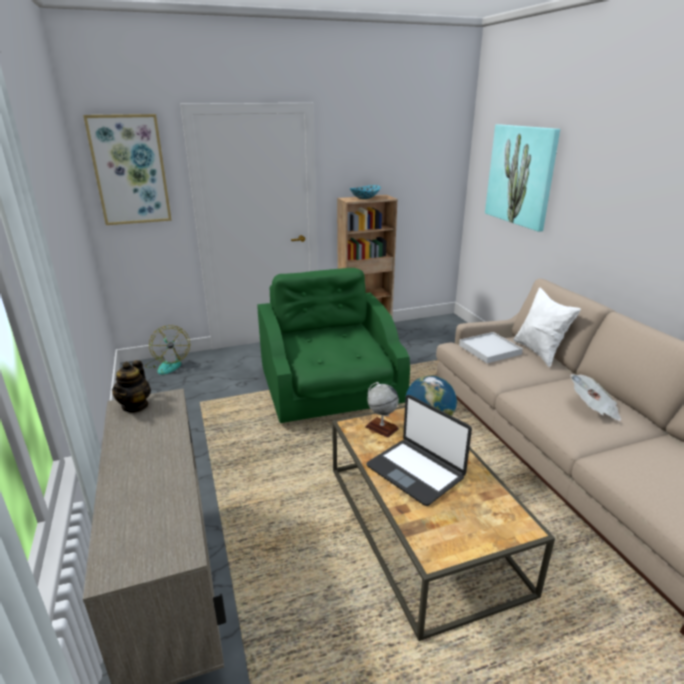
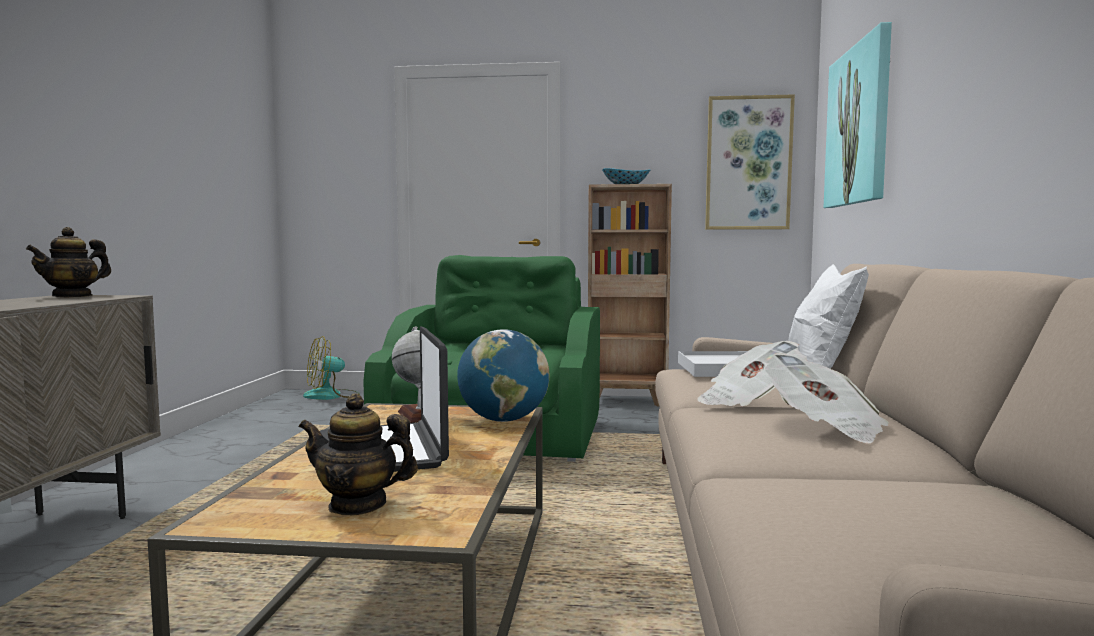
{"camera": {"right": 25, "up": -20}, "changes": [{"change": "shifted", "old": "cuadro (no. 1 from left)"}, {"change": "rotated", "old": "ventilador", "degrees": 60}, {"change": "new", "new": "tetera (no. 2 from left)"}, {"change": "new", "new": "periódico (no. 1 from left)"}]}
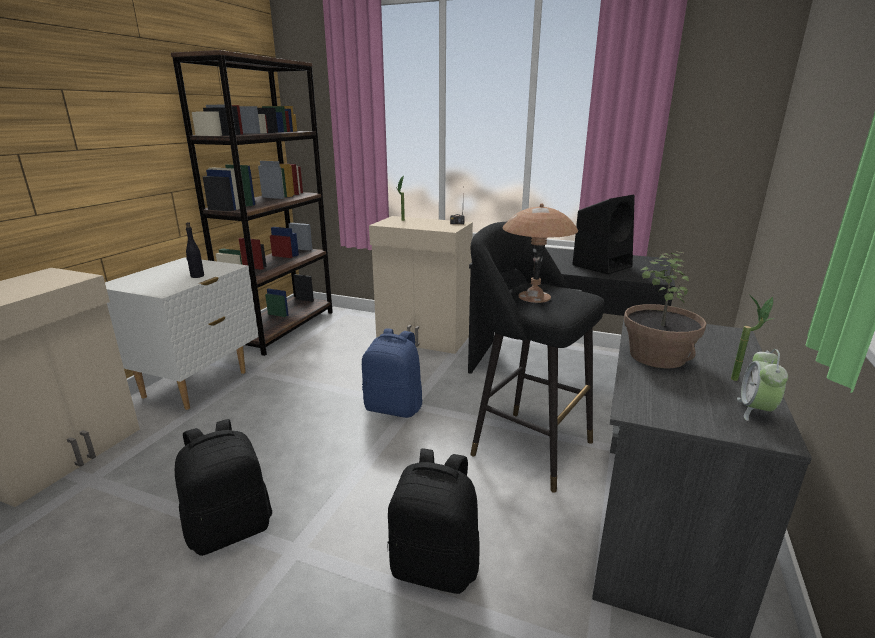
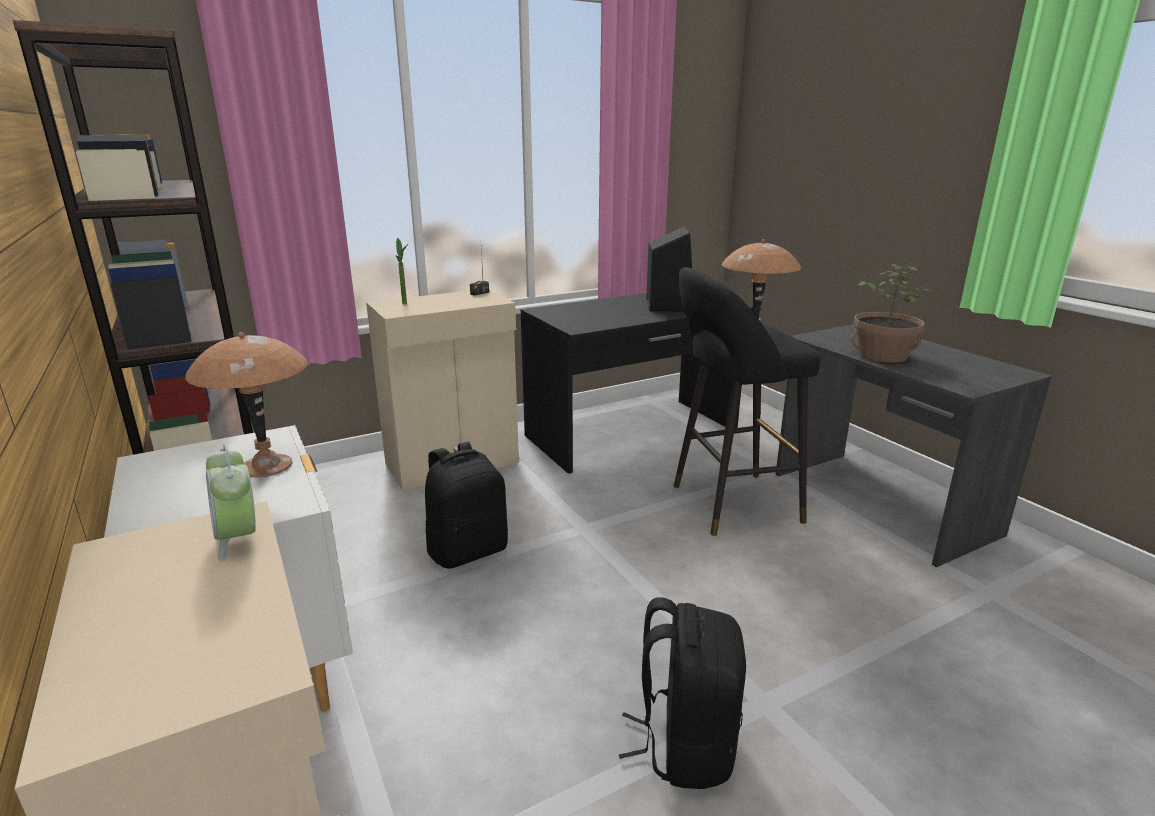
{"camera": {"right": -50, "up": 0}, "changes": [{"change": "swapped", "old": "botella [negro]", "new": "lámpara de mesa [marrón] (no. 1 from left)"}, {"change": "gone", "old": "mochila [azul]"}, {"change": "shifted", "old": "mochila [negro] (no. 2 from left in the first image)", "new": "mochila [negro] (no. 1 from left)"}, {"change": "gone", "old": "planta en maceta (no. 3 from left)"}, {"change": "shifted", "old": "despertador"}]}
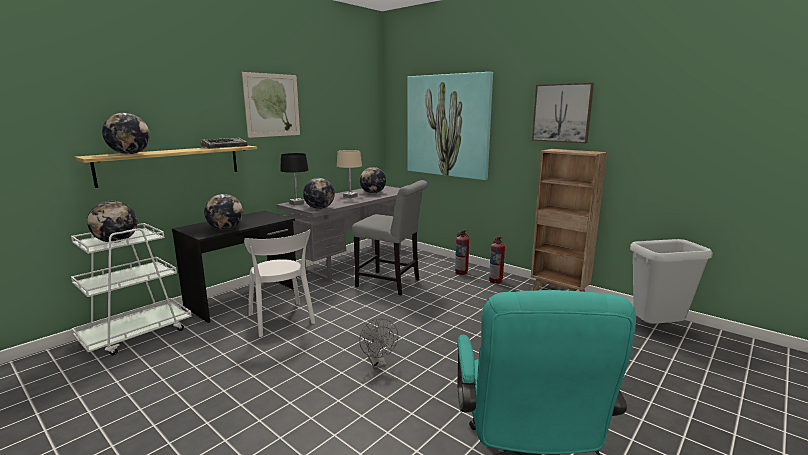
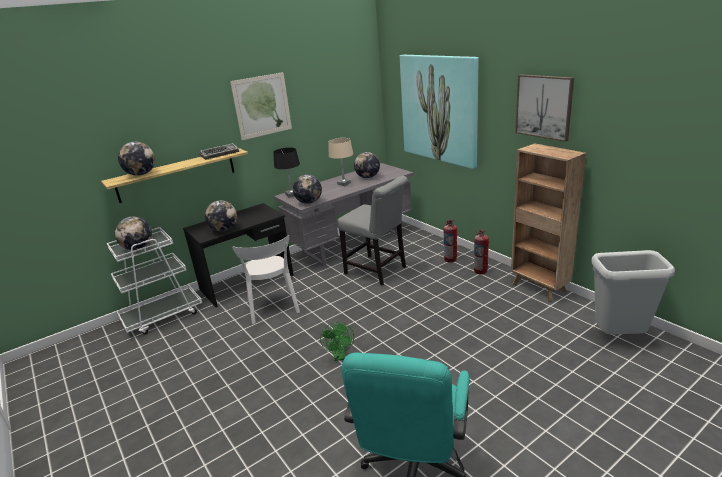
{"camera": {"right": 15, "up": 10}, "changes": [{"change": "repainted", "old": "ventilador [gris]", "new": "ventilador [verde]"}]}
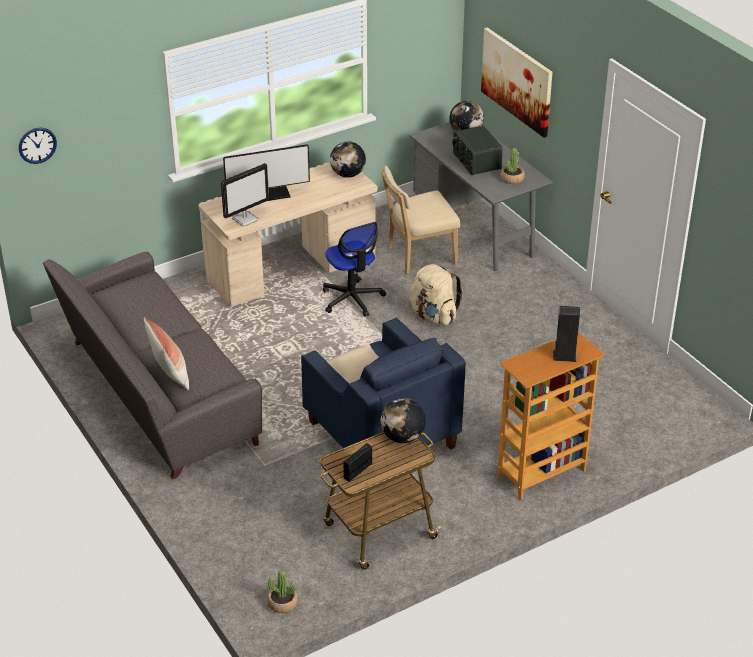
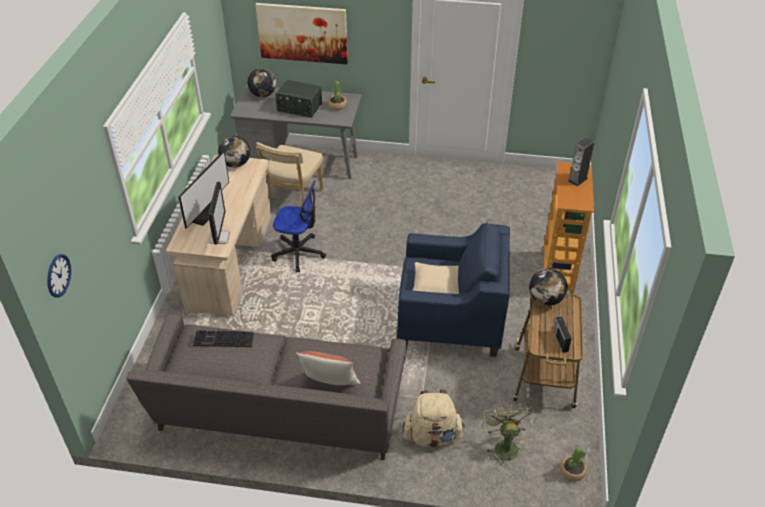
{"camera": {"right": -50, "up": 5}, "changes": [{"change": "shifted", "old": "mochila [beis]"}, {"change": "new", "new": "teclado"}, {"change": "new", "new": "ventilador [verde]"}]}
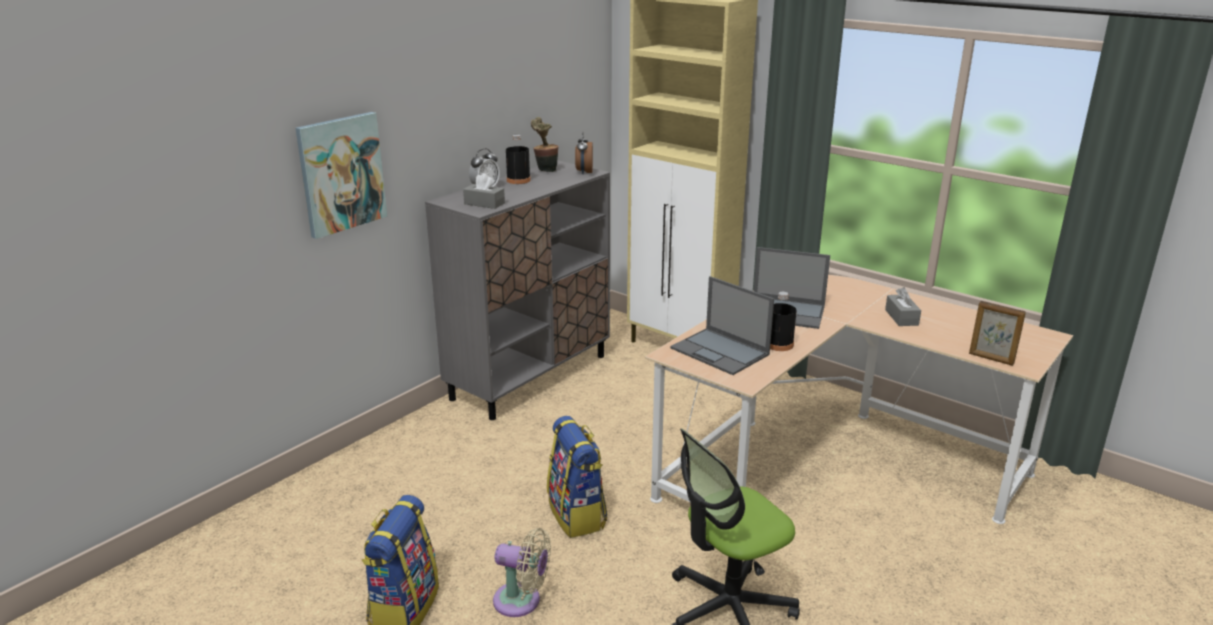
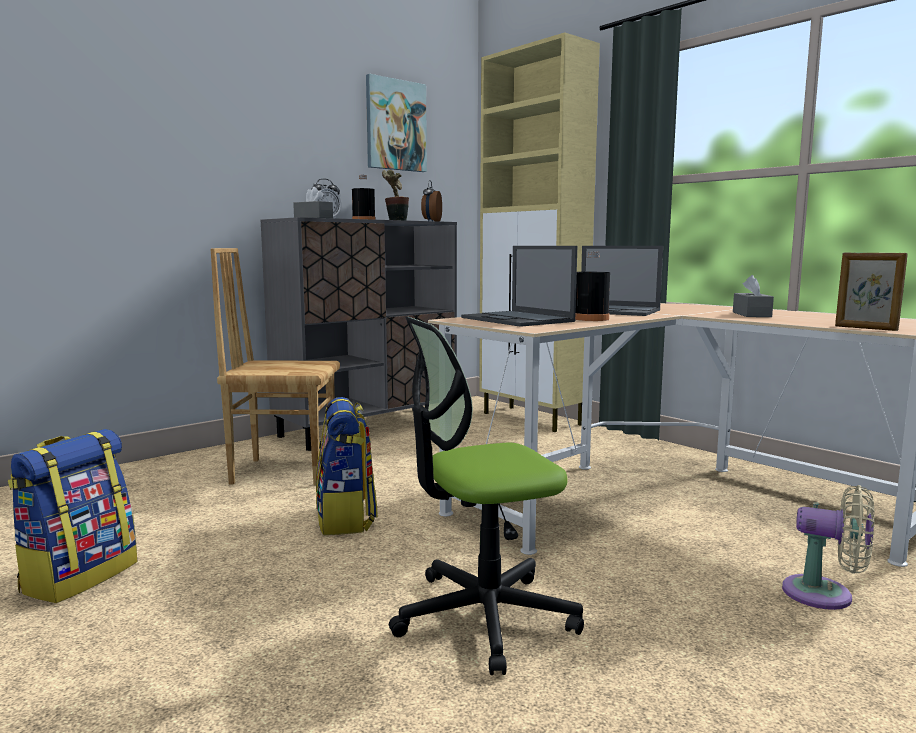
{"camera": {"right": 10, "up": -15}, "changes": [{"change": "shifted", "old": "cuadro"}, {"change": "shifted", "old": "ventilador [beis]"}, {"change": "new", "new": "silla [marrón]"}]}
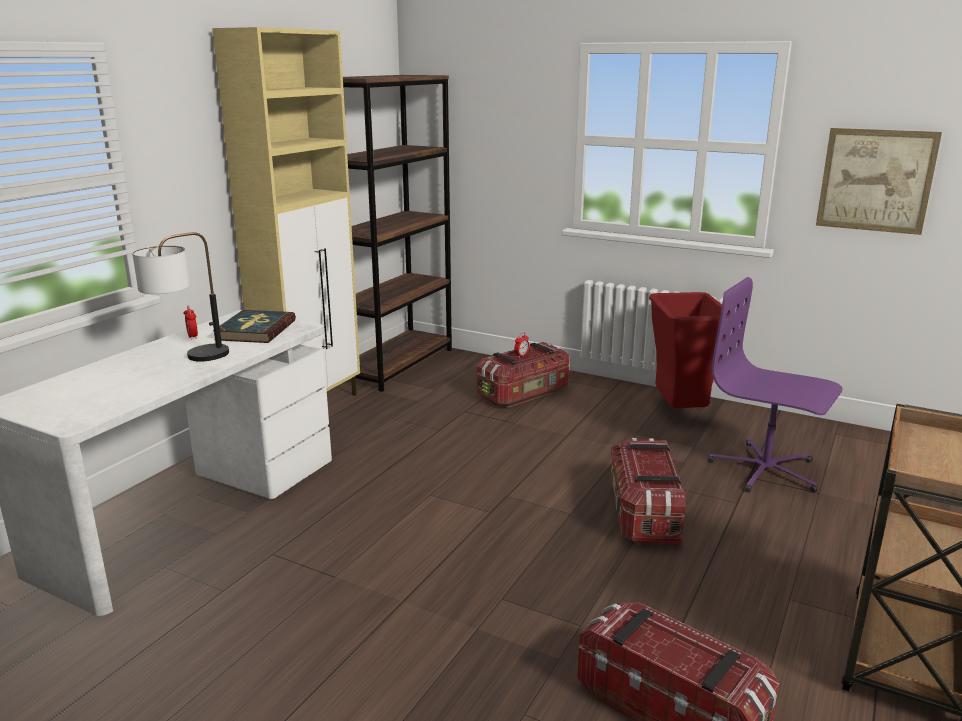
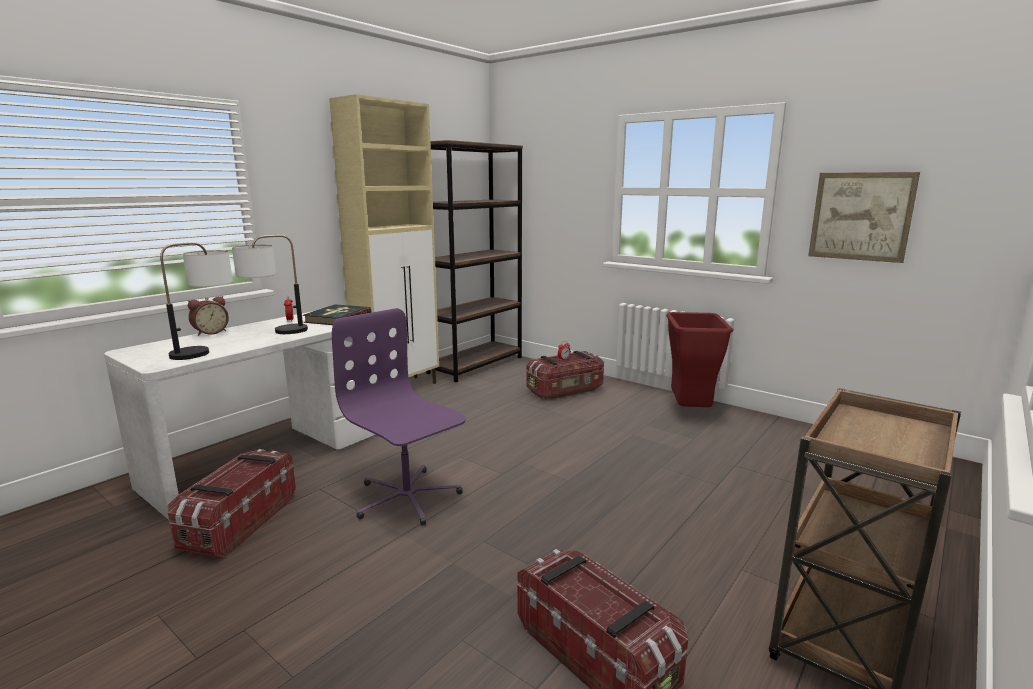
{"camera": {"right": 10, "up": -5}, "changes": [{"change": "shifted", "old": "caja de almacenaje (no. 2 from left in the first image)", "new": "caja de almacenaje (no. 1 from left)"}, {"change": "shifted", "old": "silla de oficina [morado]"}, {"change": "new", "new": "lámpara de mesa (no. 1 from left)"}, {"change": "new", "new": "despertador (no. 1 from left)"}]}
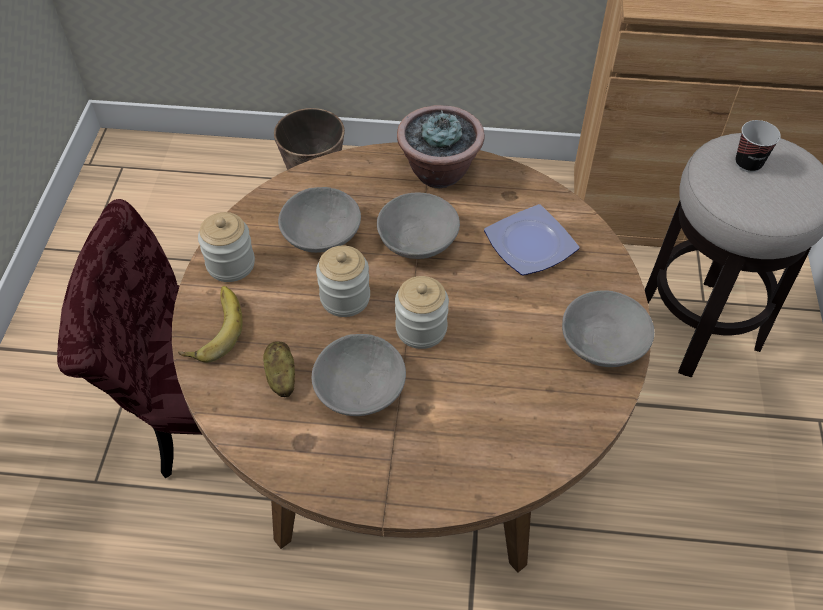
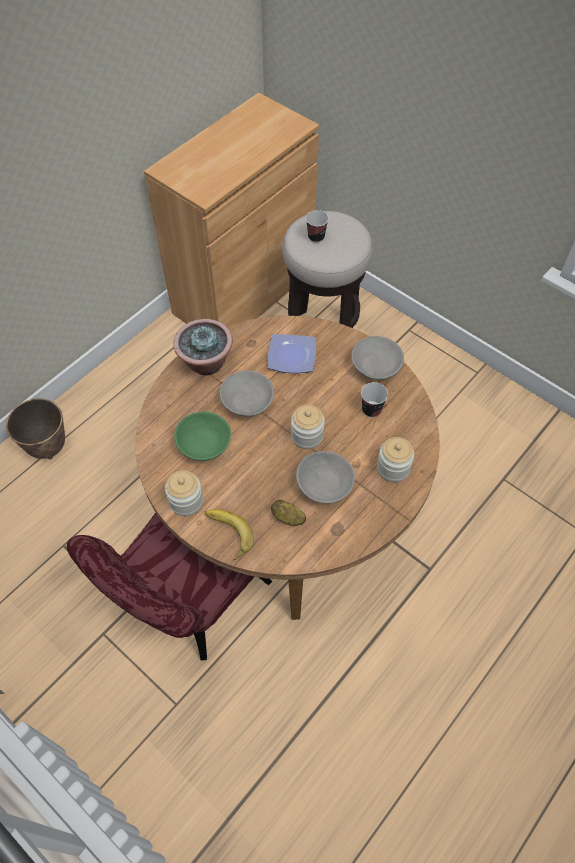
{"camera": {"right": -55, "up": 5}, "changes": [{"change": "repainted", "old": "cuenco [gris] (no. 1 from left)", "new": "cuenco [verde]"}, {"change": "shifted", "old": "tarro (no. 2 from left in the first image)", "new": "tarro (no. 3 from left)"}, {"change": "new", "new": "taza (no. 2 from left)"}]}
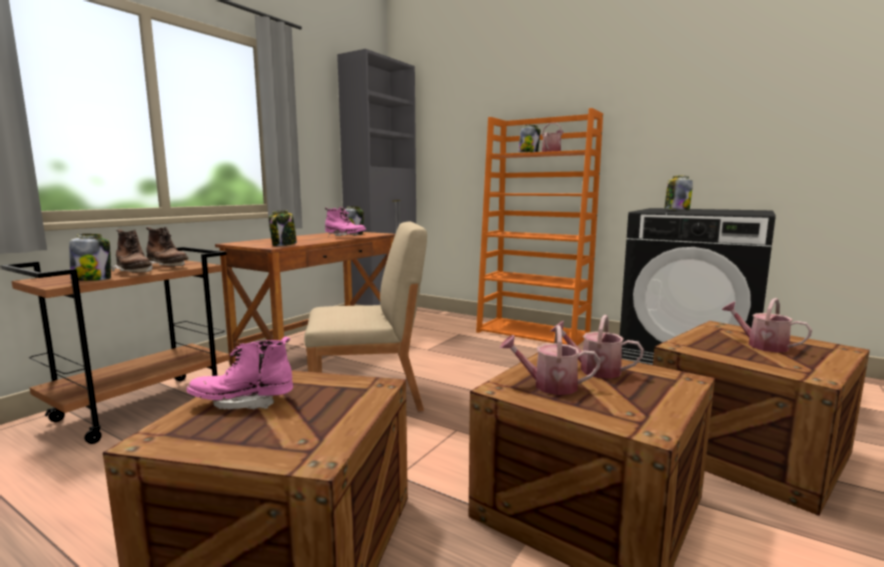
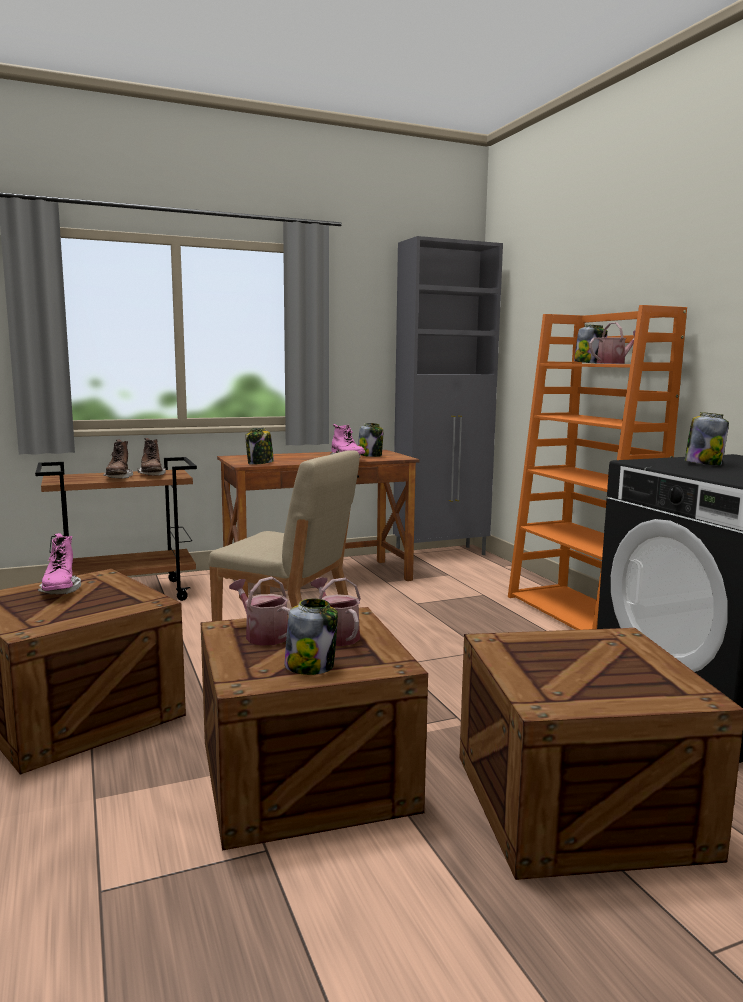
{"camera": {"right": 35, "up": 0}, "changes": [{"change": "shifted", "old": "tarro (no. 1 from left in the first image)", "new": "tarro (no. 2 from left)"}, {"change": "rotated", "old": "bota [rosa] (no. 1 from left)", "degrees": -135}, {"change": "gone", "old": "regadera (no. 4 from left)"}]}
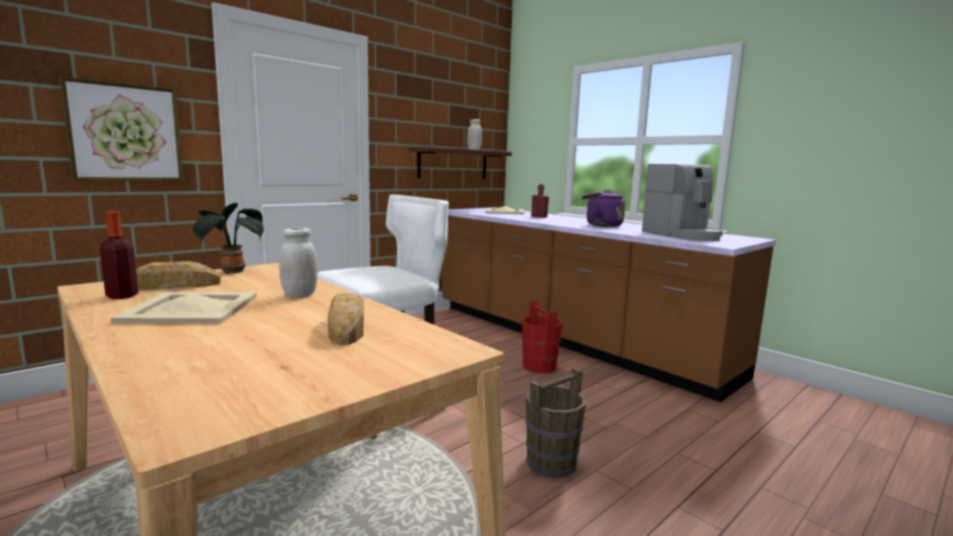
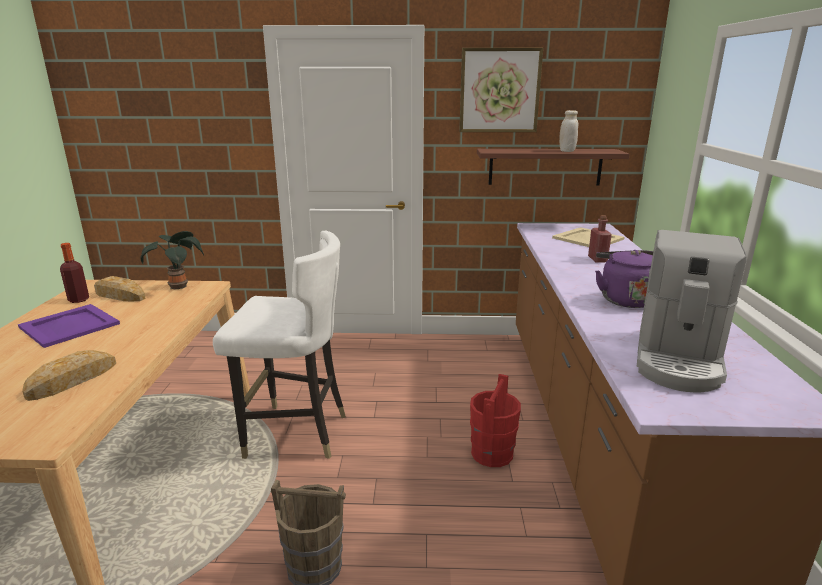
{"camera": {"right": 45, "up": 10}, "changes": [{"change": "shifted", "old": "cuadro"}, {"change": "repainted", "old": "bandeja [beis] (no. 1 from left)", "new": "bandeja [morado]"}, {"change": "gone", "old": "tarro [blanco] (no. 1 from left)"}]}
